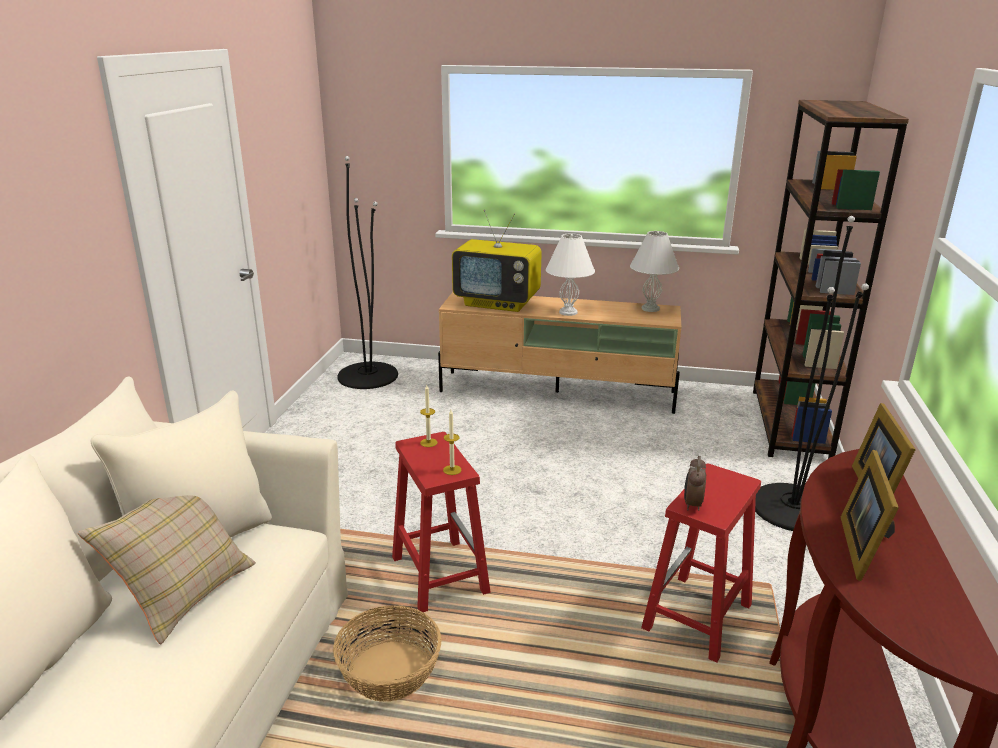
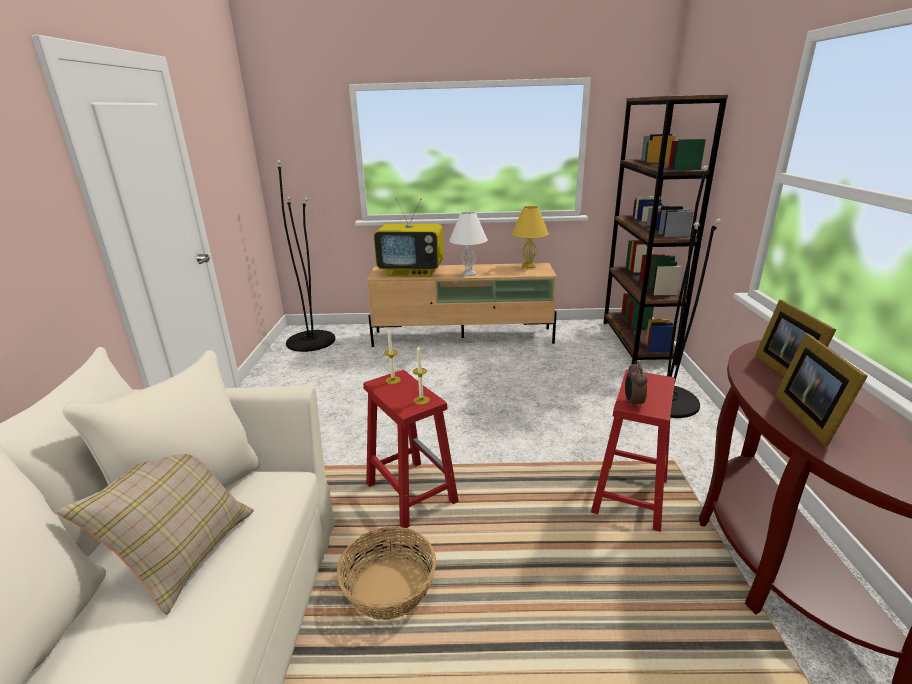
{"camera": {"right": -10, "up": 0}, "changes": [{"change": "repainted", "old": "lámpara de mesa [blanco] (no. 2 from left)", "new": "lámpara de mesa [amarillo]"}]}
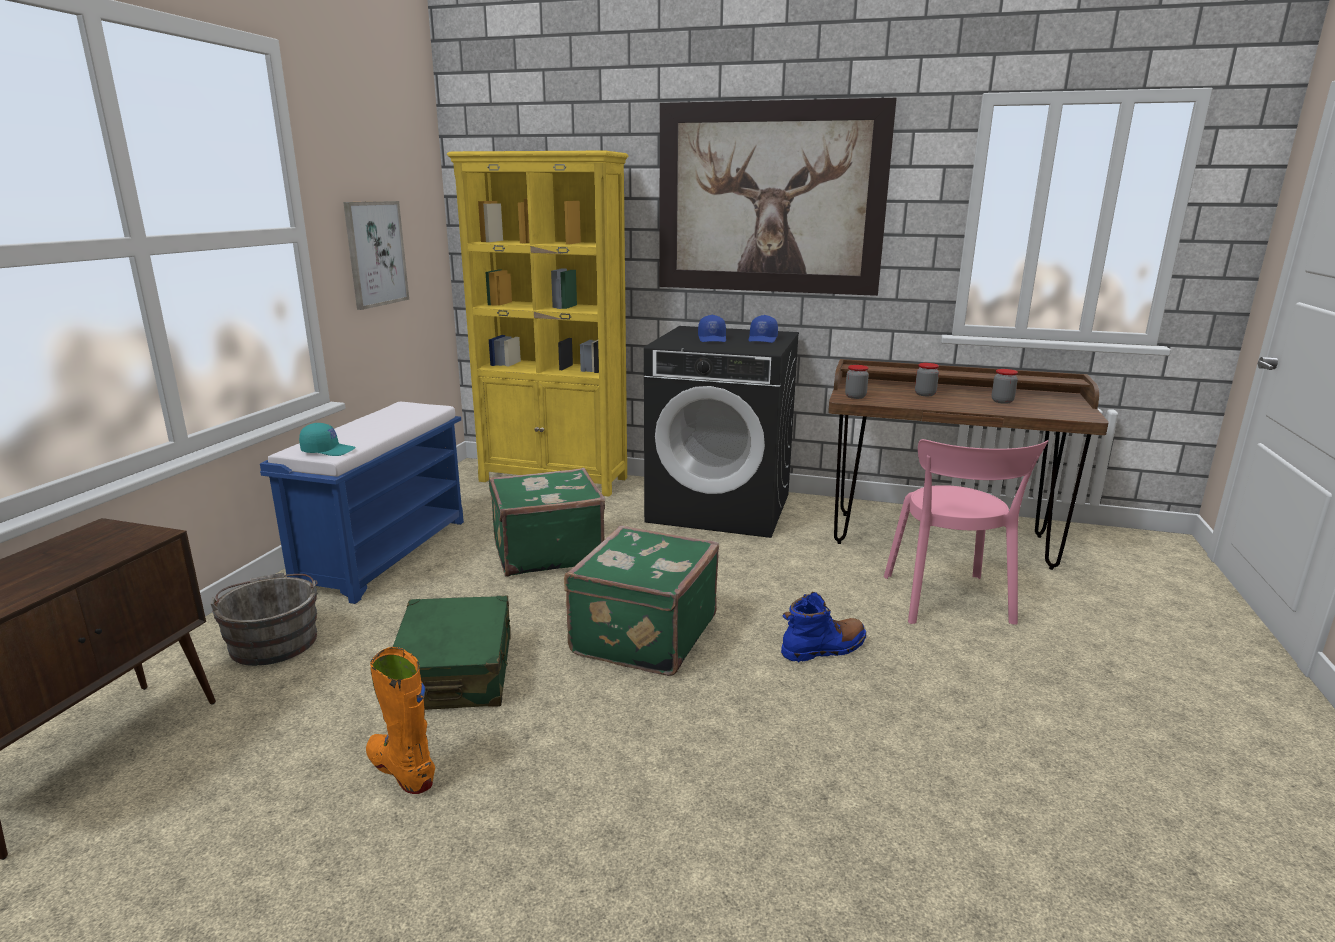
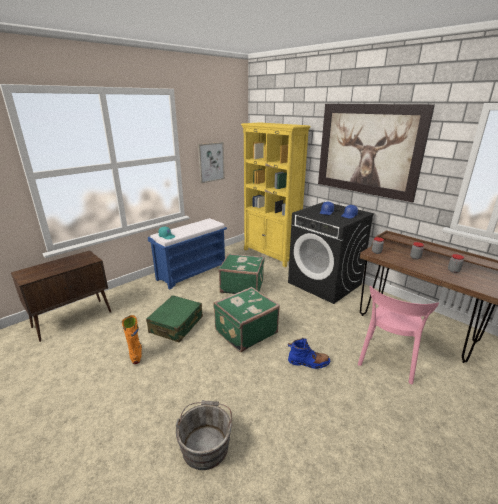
{"camera": {"right": 30, "up": 5}, "changes": [{"change": "shifted", "old": "cubo [gris]"}]}
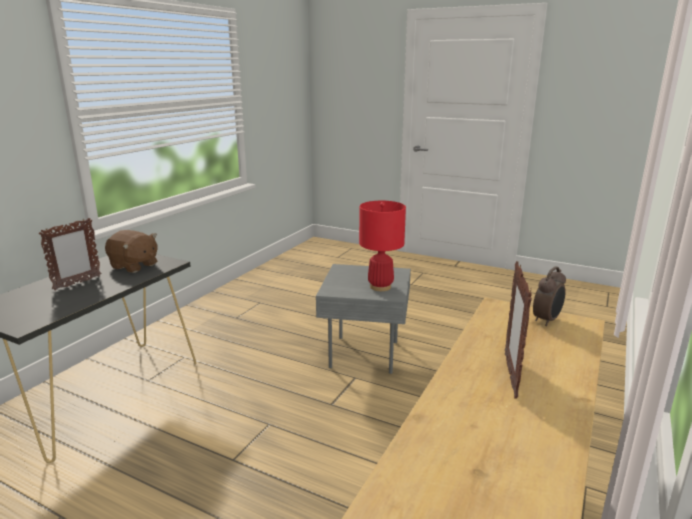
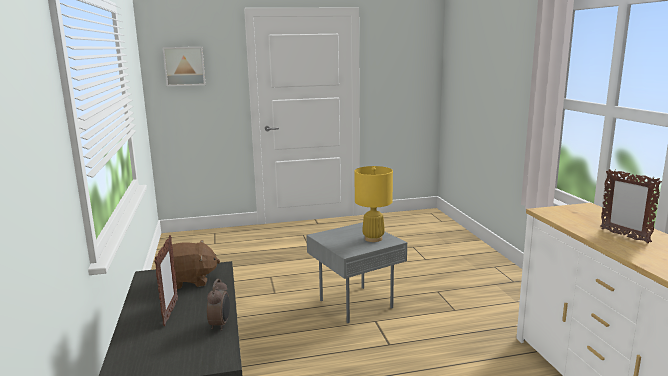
{"camera": {"right": -40, "up": -5}, "changes": [{"change": "repainted", "old": "lámpara de mesa [rojo]", "new": "lámpara de mesa [amarillo]"}, {"change": "shifted", "old": "despertador"}, {"change": "new", "new": "cuadro"}]}
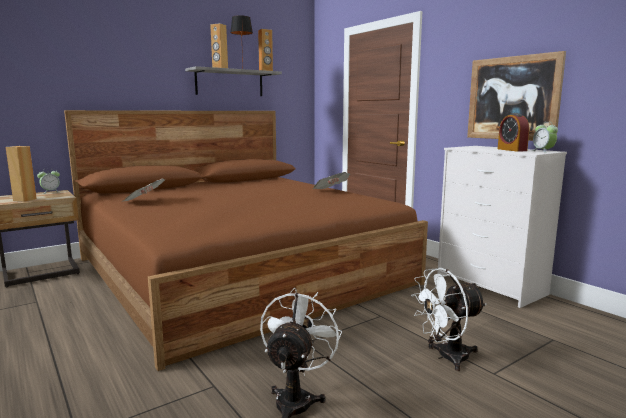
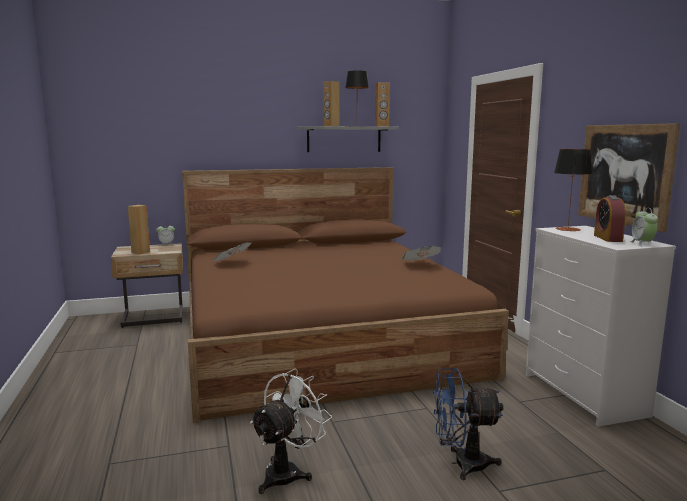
{"camera": {"right": 20, "up": 0}, "changes": [{"change": "repainted", "old": "ventilador [blanco] (no. 2 from left)", "new": "ventilador [azul]"}, {"change": "new", "new": "lámpara de mesa (no. 2 from left)"}]}
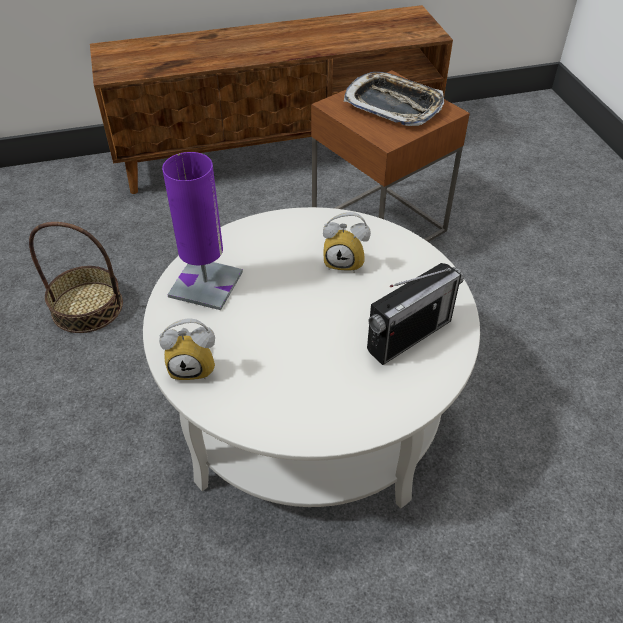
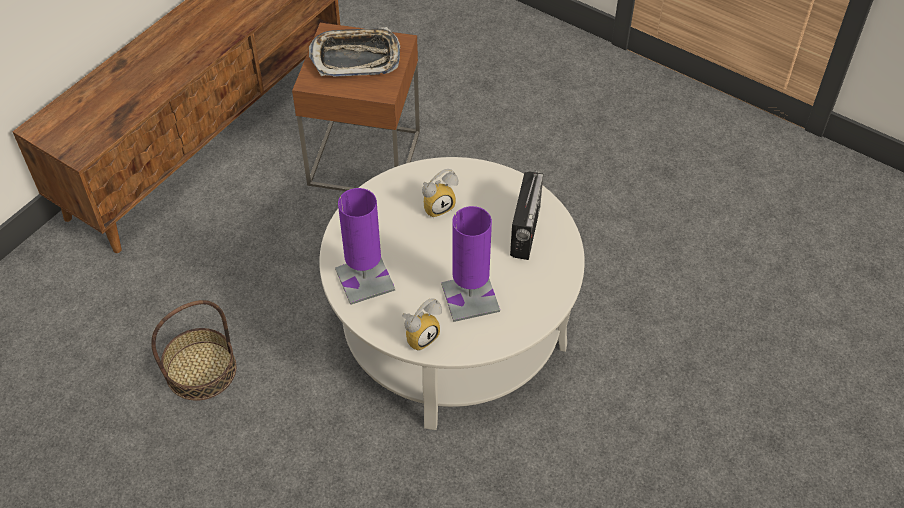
{"camera": {"right": -40, "up": 5}, "changes": [{"change": "new", "new": "lámpara de mesa [morado] (no. 2 from left)"}]}
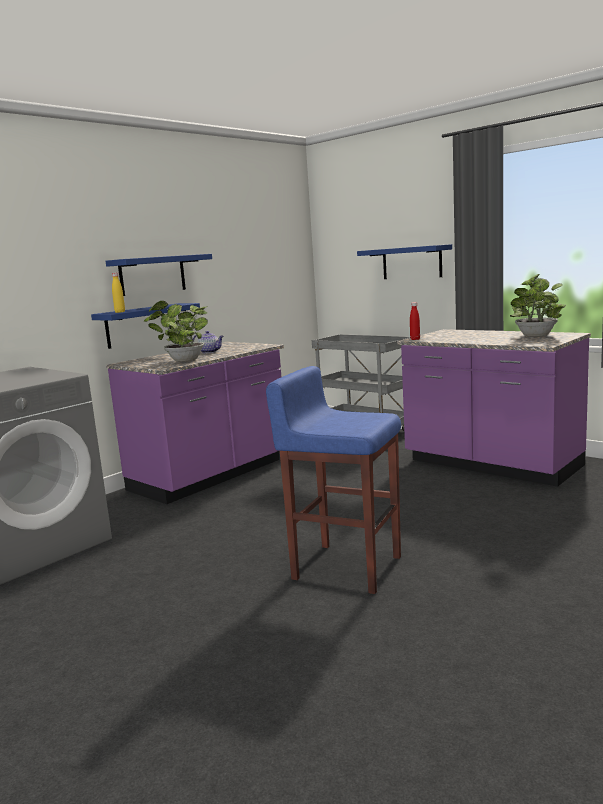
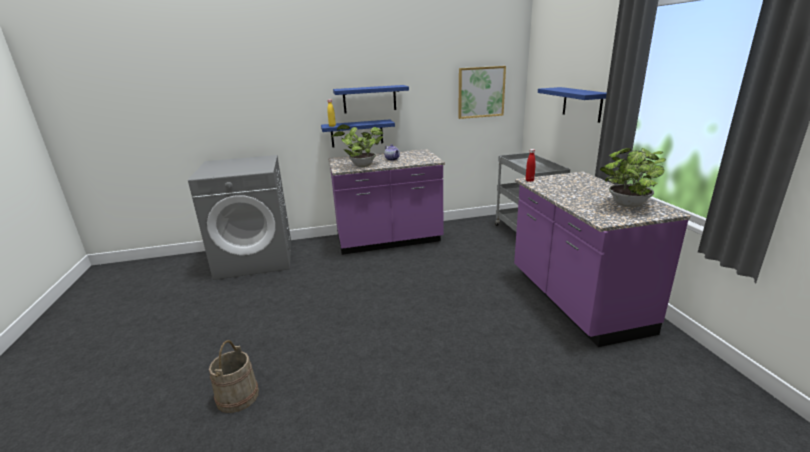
{"camera": {"right": 35, "up": 10}, "changes": [{"change": "gone", "old": "taburete [azul]"}, {"change": "new", "new": "cubo [beis]"}, {"change": "new", "new": "cuadro"}]}
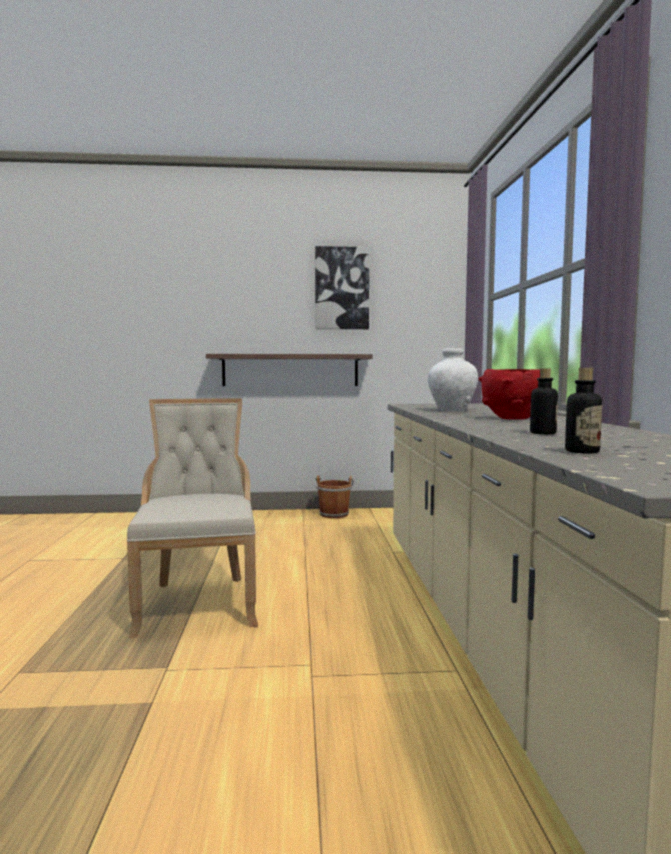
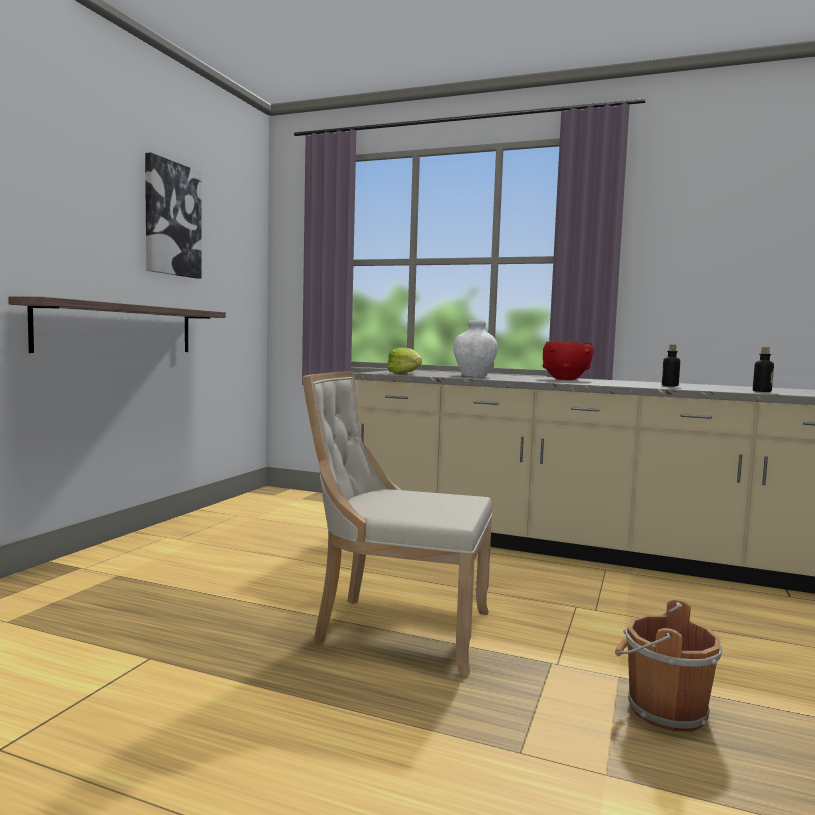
{"camera": {"right": -65, "up": 0}, "changes": [{"change": "shifted", "old": "cubo [marrón]"}, {"change": "new", "new": "lechuga"}]}
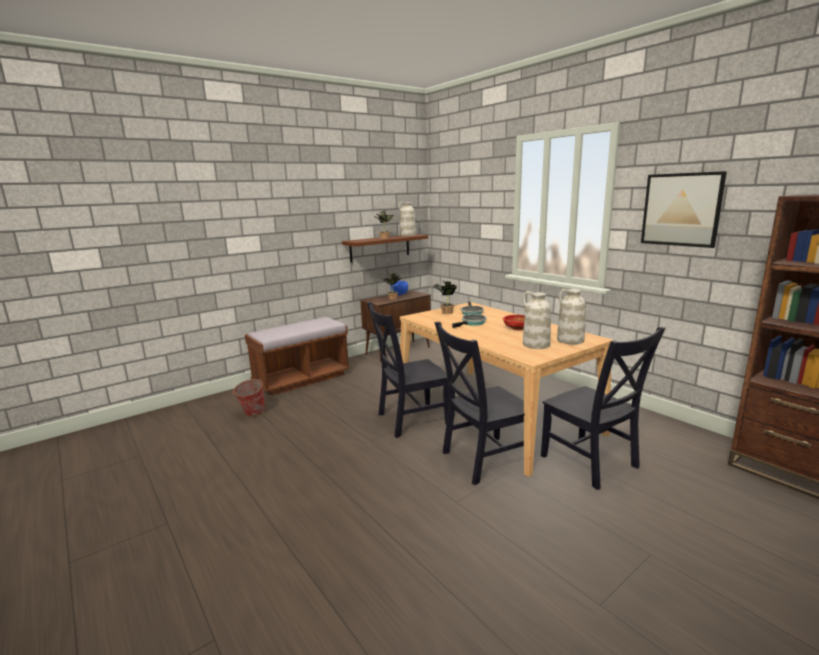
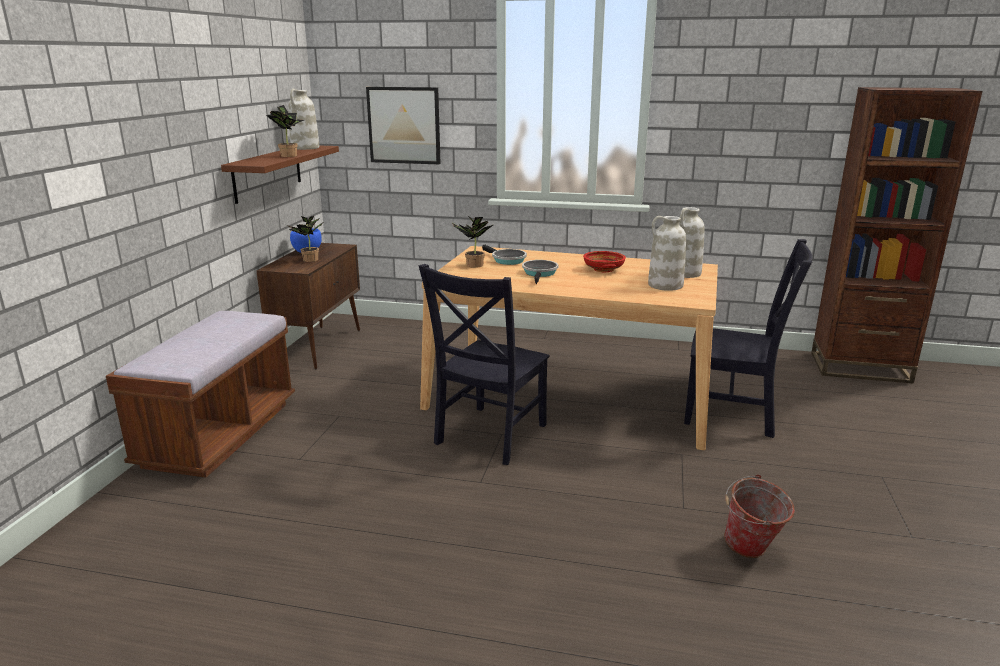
{"camera": {"right": -40, "up": 5}, "changes": [{"change": "shifted", "old": "cubo"}, {"change": "gone", "old": "silla [negro] (no. 2 from left)"}, {"change": "shifted", "old": "cuadro"}]}
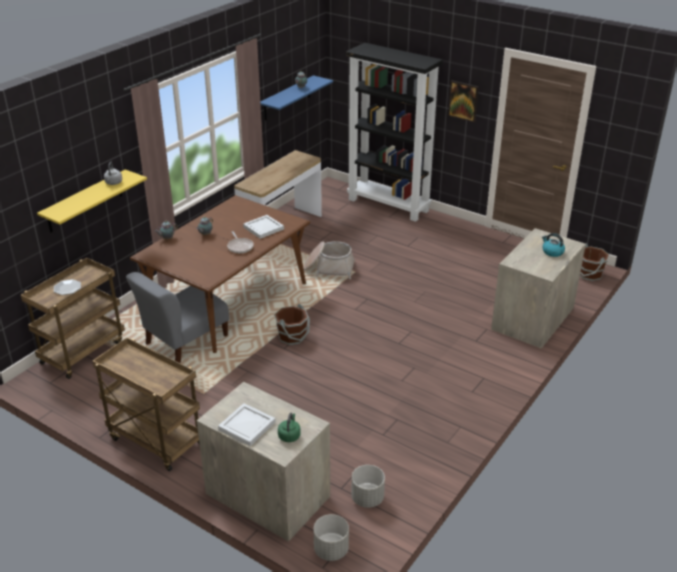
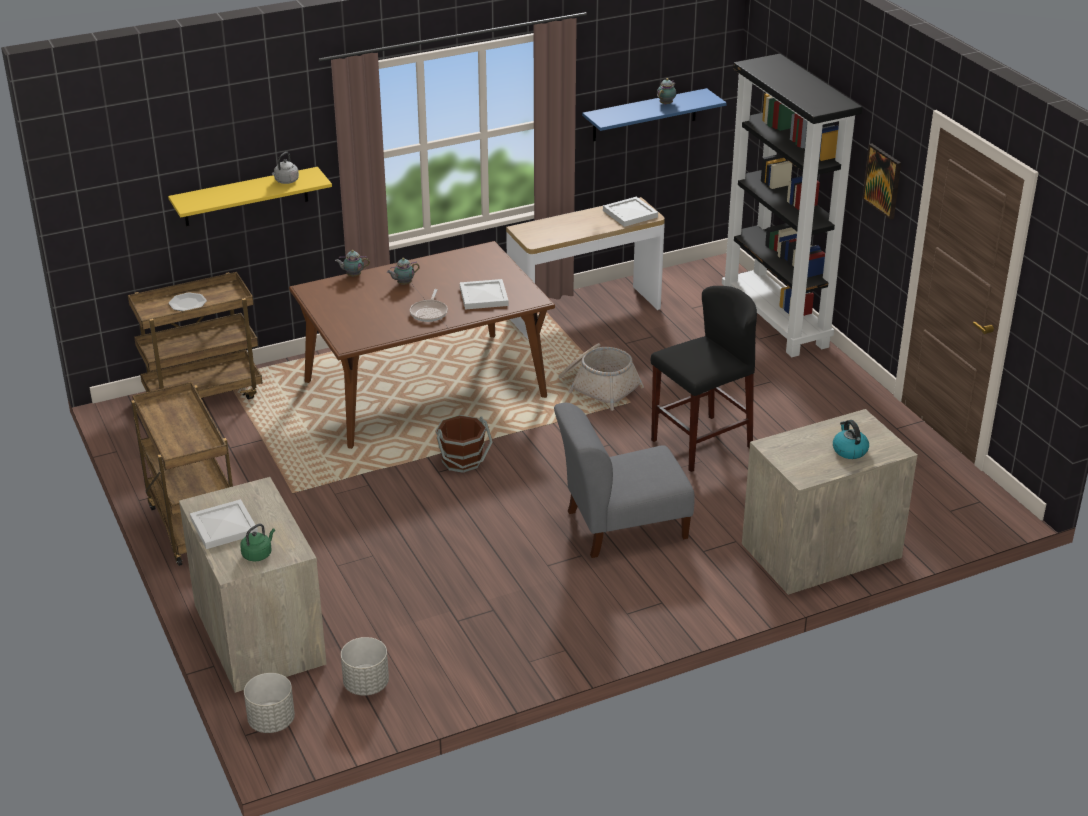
{"camera": {"right": 30, "up": 0}, "changes": [{"change": "shifted", "old": "silla [gris]"}, {"change": "gone", "old": "cubo [marrón] (no. 2 from left)"}, {"change": "new", "new": "bandeja [blanco] (no. 3 from left)"}, {"change": "new", "new": "taburete [negro]"}]}
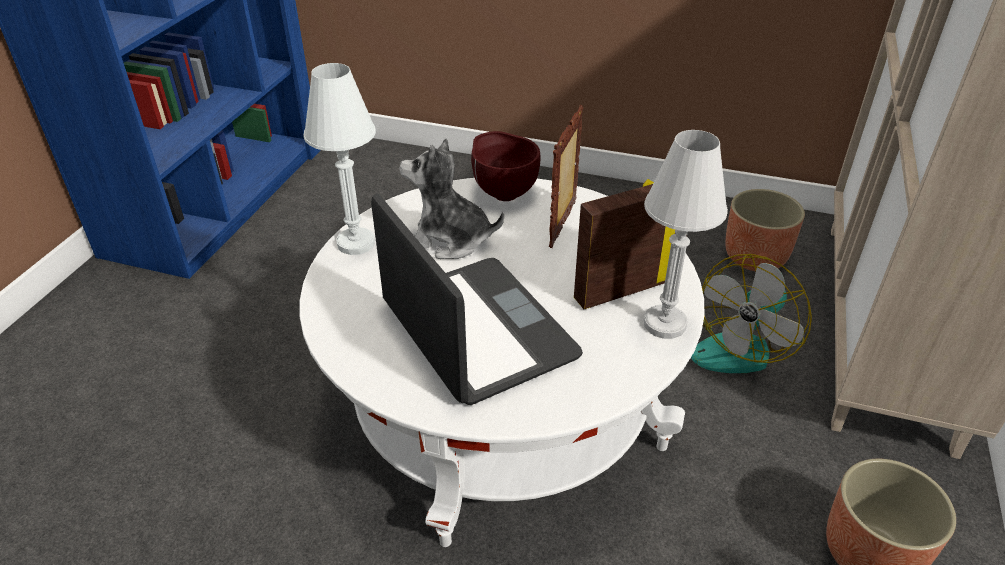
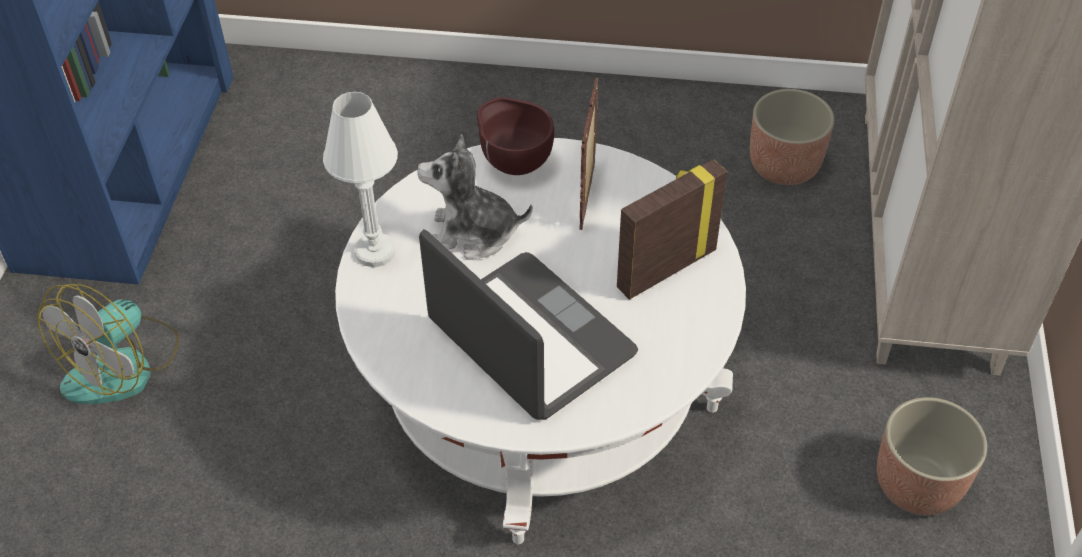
{"camera": {"right": -10, "up": 10}, "changes": [{"change": "gone", "old": "lámpara de mesa [blanco] (no. 2 from left)"}, {"change": "shifted", "old": "ventilador"}]}
